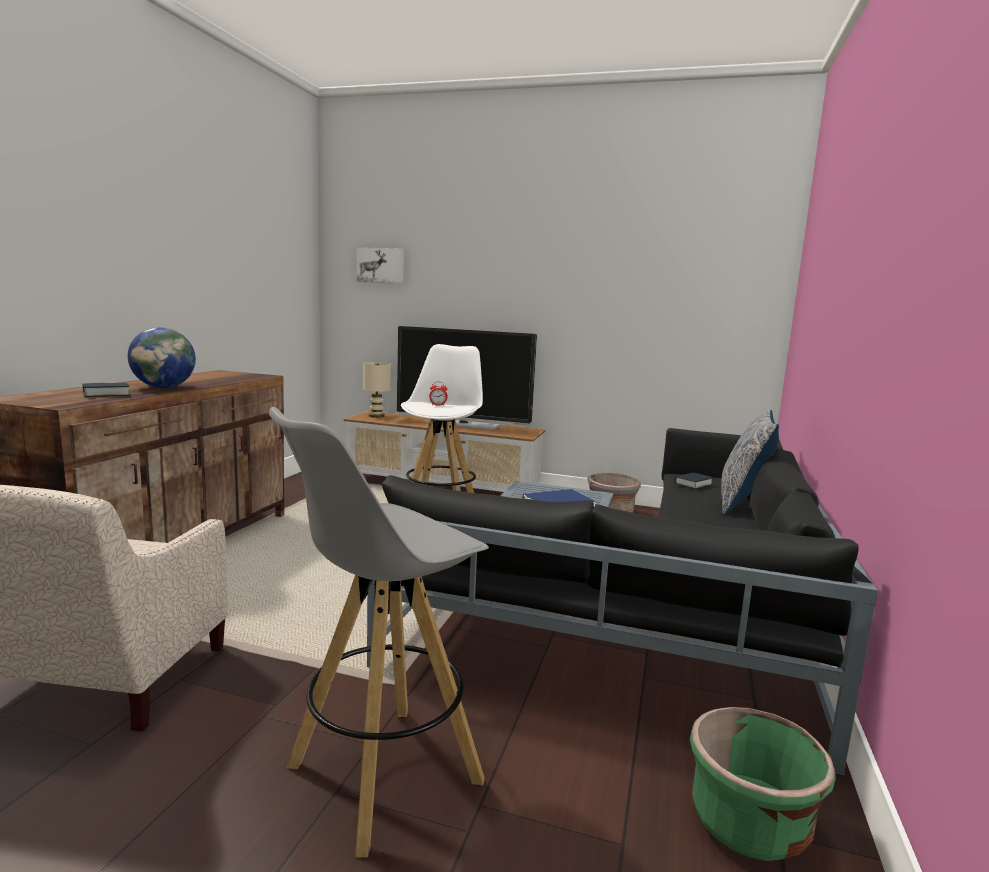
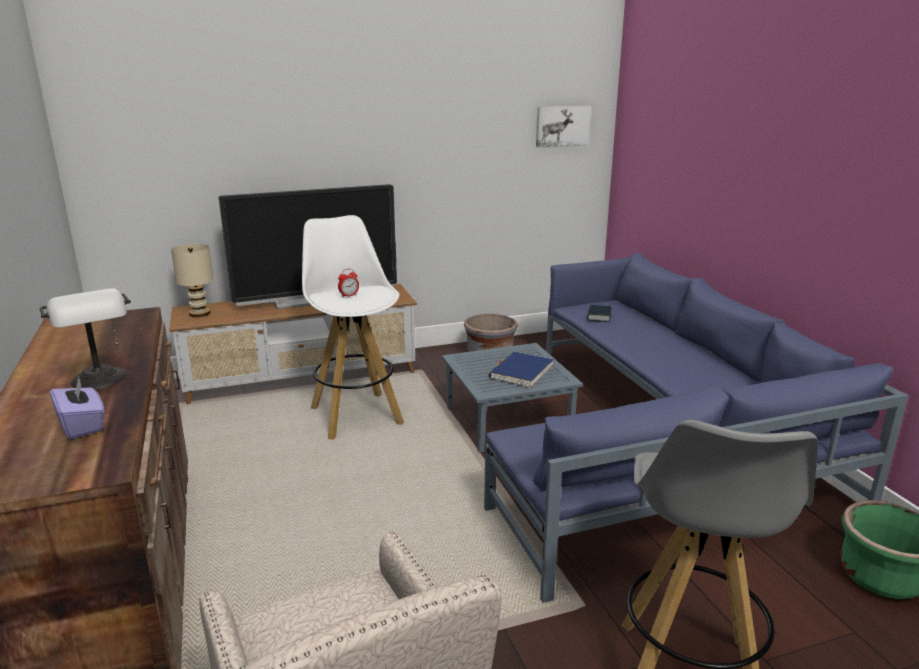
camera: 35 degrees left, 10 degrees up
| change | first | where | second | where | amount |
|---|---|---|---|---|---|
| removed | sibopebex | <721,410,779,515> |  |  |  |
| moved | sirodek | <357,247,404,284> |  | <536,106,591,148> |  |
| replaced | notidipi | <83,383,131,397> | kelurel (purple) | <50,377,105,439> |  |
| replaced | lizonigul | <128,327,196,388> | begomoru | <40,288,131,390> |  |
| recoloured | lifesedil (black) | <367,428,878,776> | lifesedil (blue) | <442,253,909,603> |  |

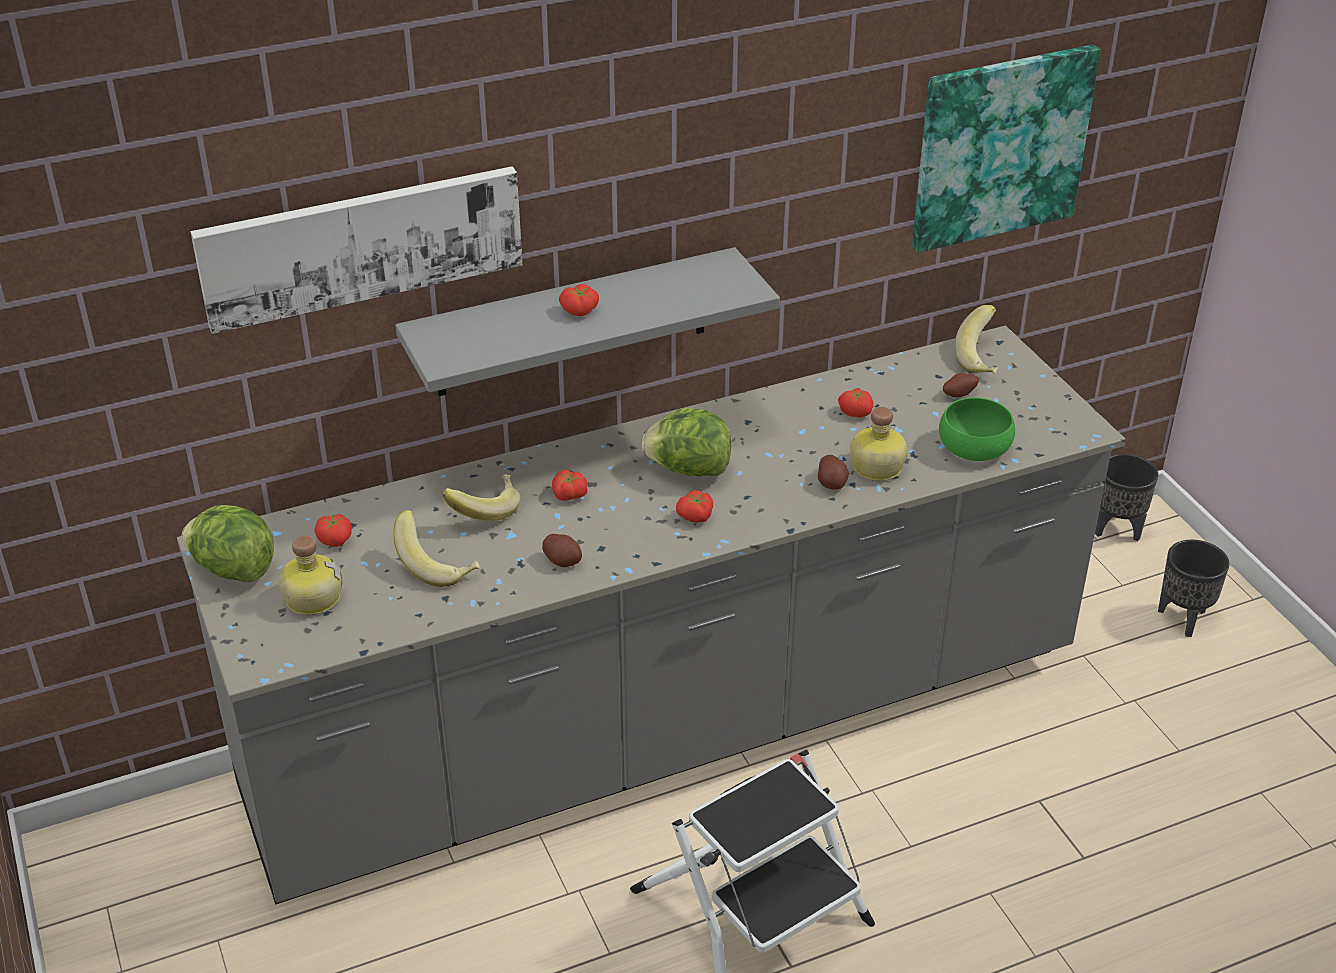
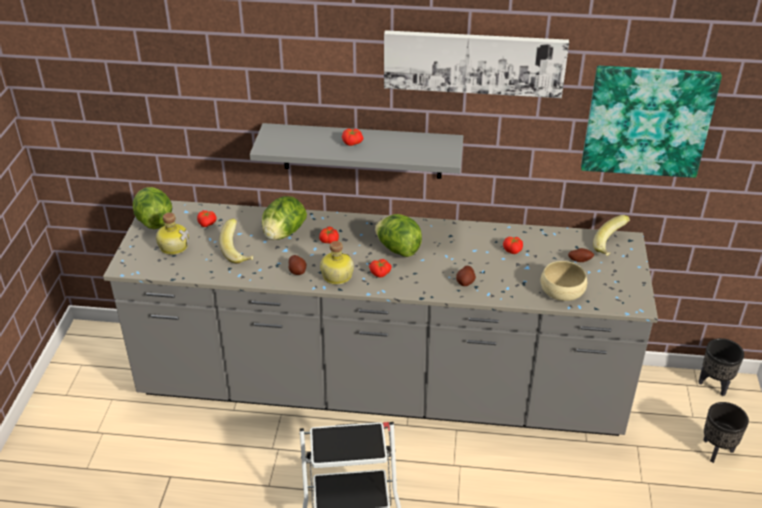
camera: 30 degrees right, 0 degrees up
| change | first | where | second | where | amount |
|---|---|---|---|---|---|
| moved | sirodek | <190,166,523,334> |  | <384,30,569,98> |  |
| moved | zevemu | <850,407,908,481> |  | <320,241,354,285> |  |
| replaced | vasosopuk | <443,474,520,521> | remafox | <262,196,307,240> |  |
| recoloured | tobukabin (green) | <939,397,1015,461> | tobukabin (beige) | <540,261,587,301> |  |

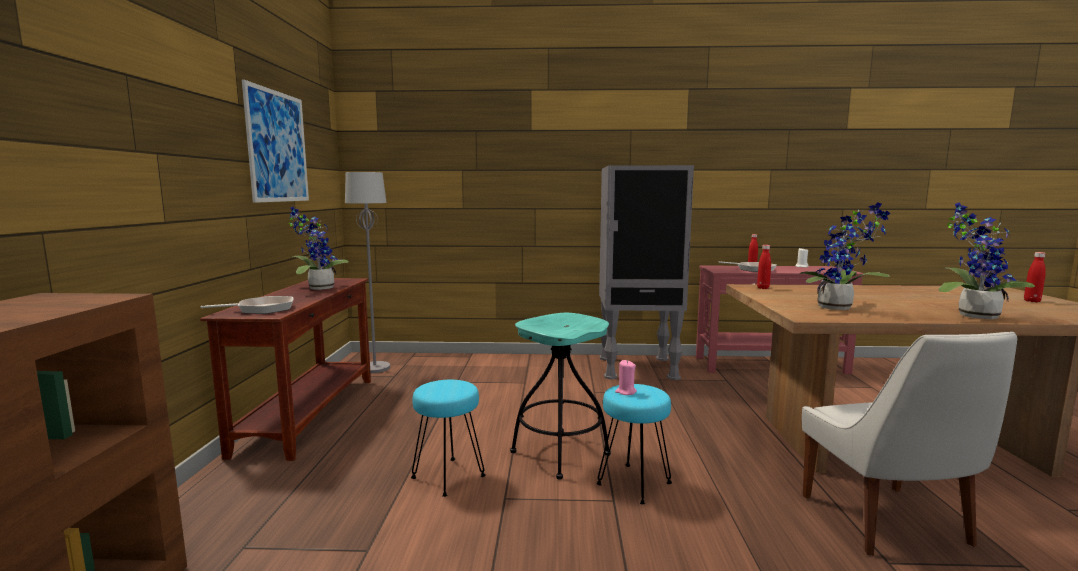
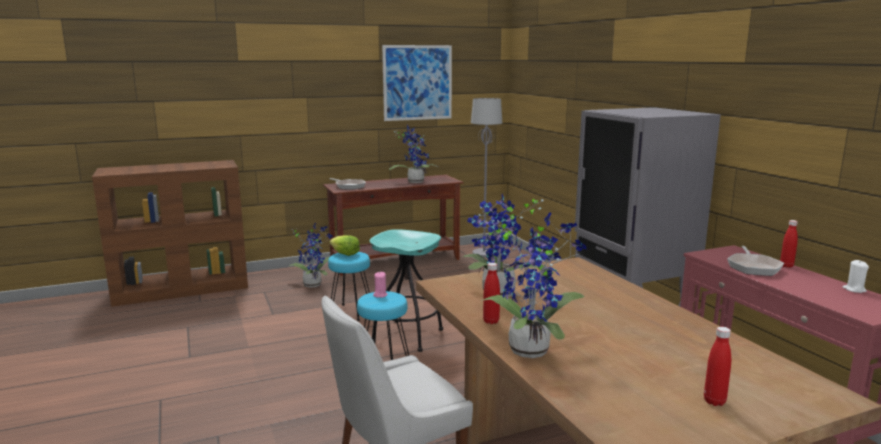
camera: 65 degrees right, 5 degrees up
| change | first | where | second | where | amount |
|---|---|---|---|---|---|
| added |  |  | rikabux | <289,223,333,287> |  |
| added |  |  | remafox | <330,235,360,256> |  |
| moved | zevemu (red) | <757,245,771,289> |  | <483,263,500,324> |  |

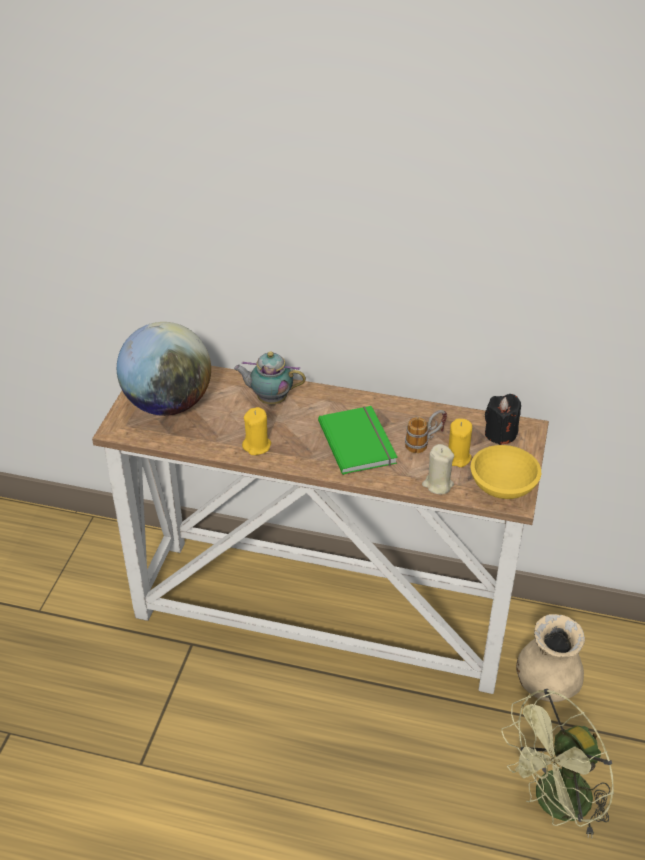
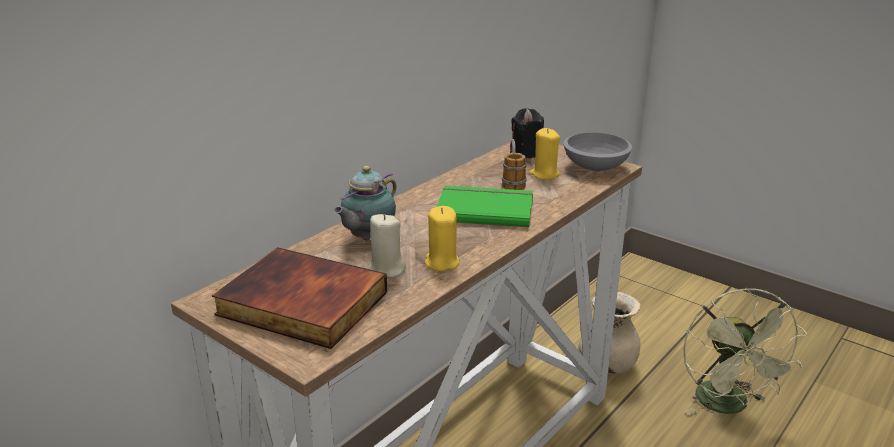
camera: 65 degrees left, 15 degrees down
| change | first | where | second | where | amount |
|---|---|---|---|---|---|
| moved | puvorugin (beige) | <422,444,454,494> |  | <368,214,406,278> |  |
| replaced | lizonigul | <117,322,211,416> | notidipi | <212,247,387,349> |  |
| recoloured | tobukabin (yellow) | <470,445,541,499> | tobukabin (grey) | <564,133,632,171> |  |

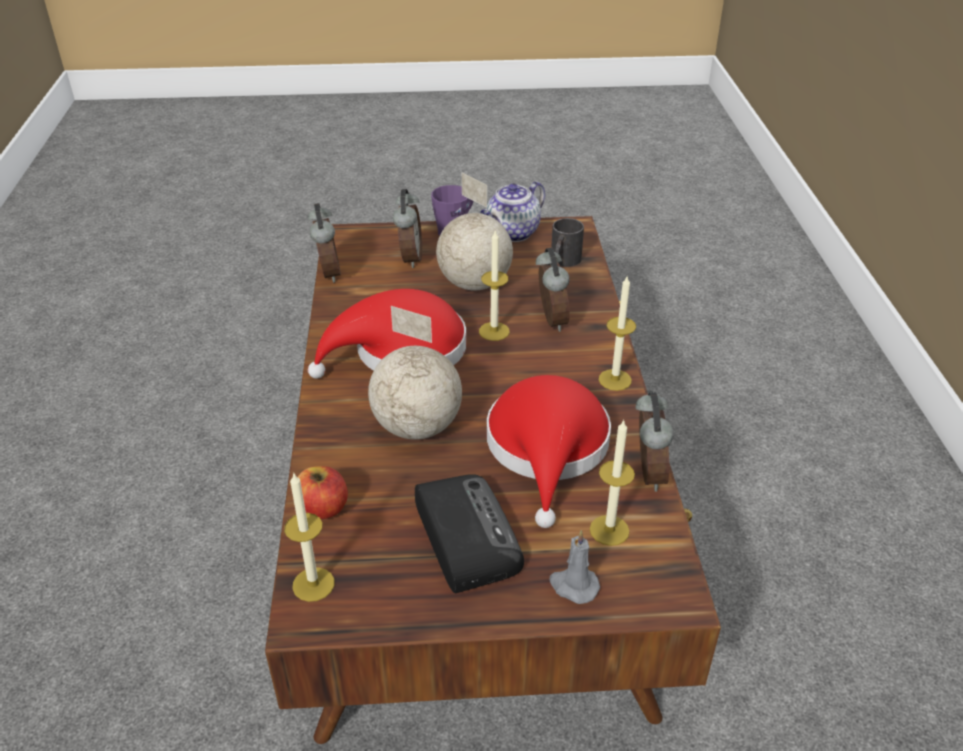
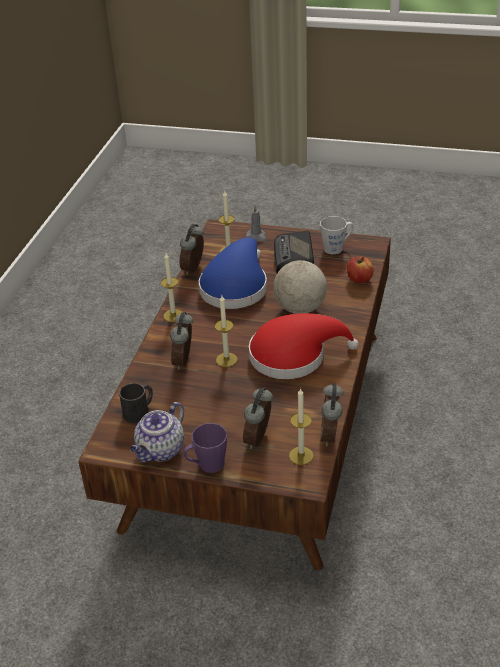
camera: 160 degrees left, 0 degrees up
| change | first | where | second | where | amount |
|---|---|---|---|---|---|
| removed | lizonigul | <436,173,513,290> |  |  |  |
| added |  |  | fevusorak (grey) | <320,216,354,254> |  |
| moved | puvorugin | <284,472,335,602> |  | <289,388,314,465> |  |
| recoloured | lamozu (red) | <487,375,611,528> | lamozu (blue) | <199,237,267,309> |  |
| turned | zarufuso | <480,181,545,242> |  | <130,402,184,462> | 150 degrees clockwise |

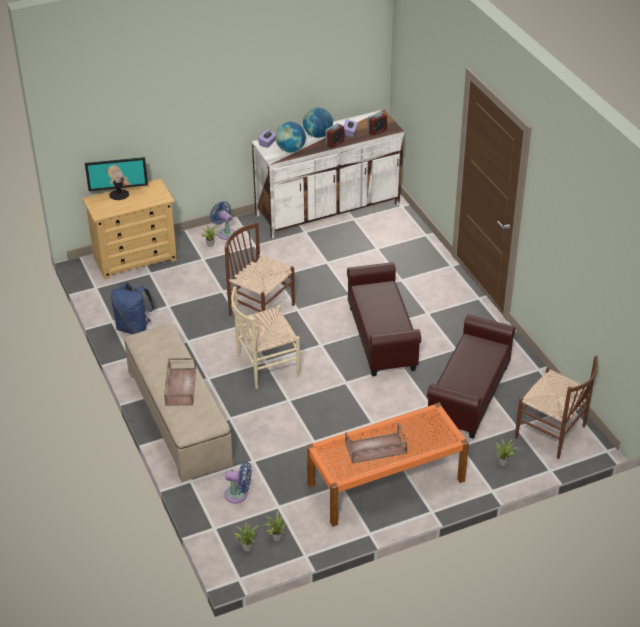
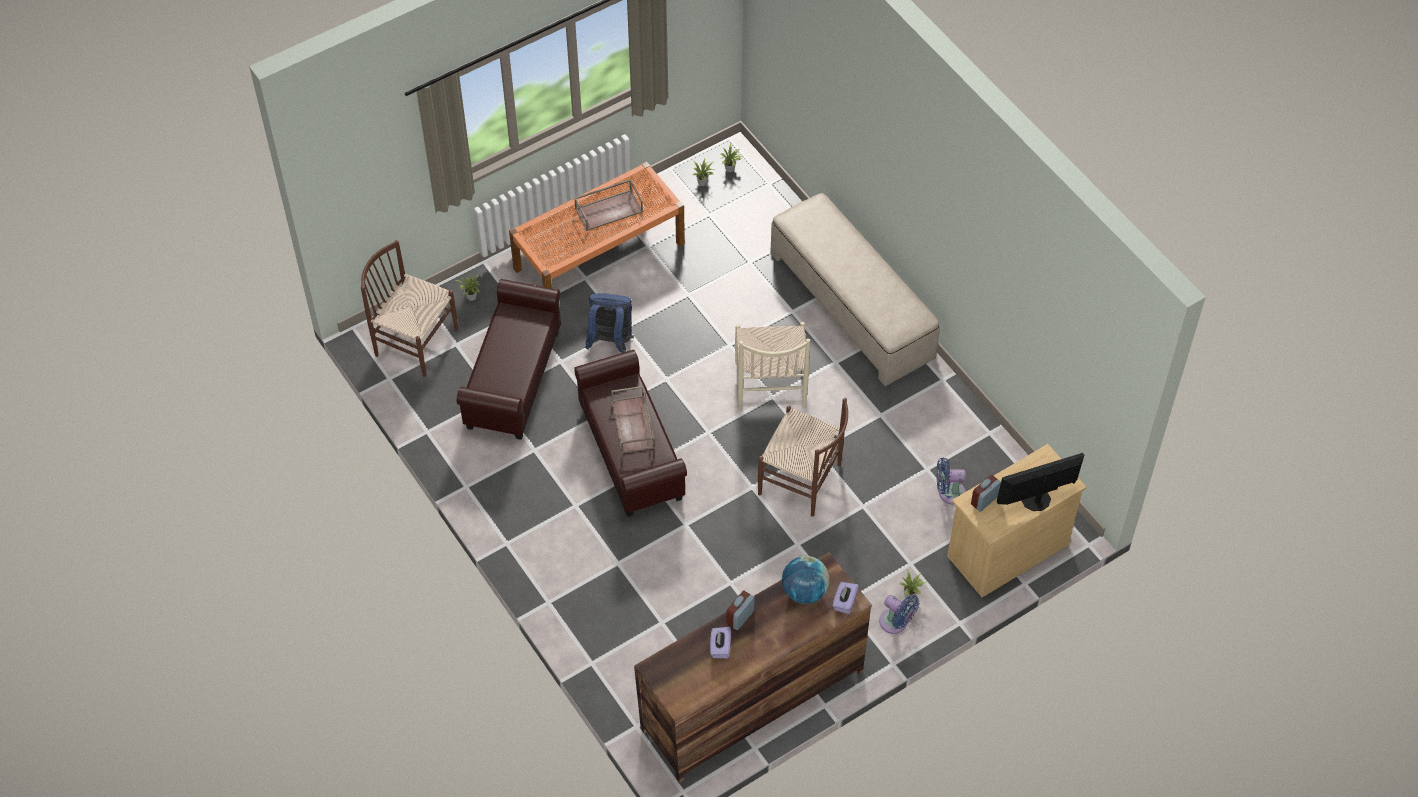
camera: 170 degrees right, 15 degrees up
| change | first | where | second | where | amount |
|---|---|---|---|---|---|
| removed | lizonigul | <303,107,333,138> |  |  |  |
| moved | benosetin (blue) | <111,283,155,334> |  | <585,293,634,353> |  |
| moved | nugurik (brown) | <164,358,196,406> |  | <611,386,655,454> |  |
| moved | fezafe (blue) | <224,462,252,503> |  | <937,457,966,505> |  |
| moved | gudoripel | <367,112,387,135> |  | <971,475,1001,512> |  |
| recoloured | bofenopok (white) | <252,110,404,239> | bofenopok (brown) | <634,552,872,783> |  |
| turned | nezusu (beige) | <231,286,300,389> |  | <735,322,810,411> | 120 degrees clockwise |

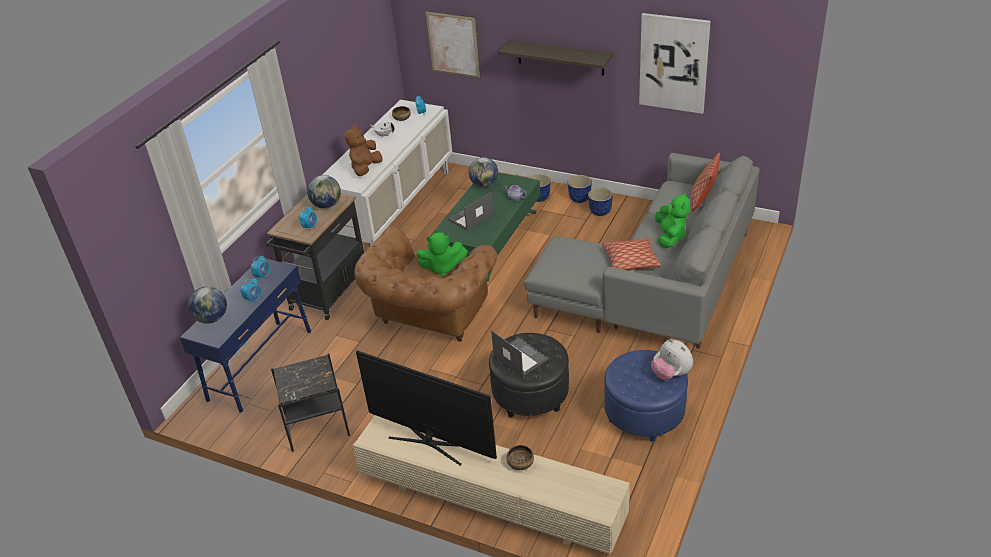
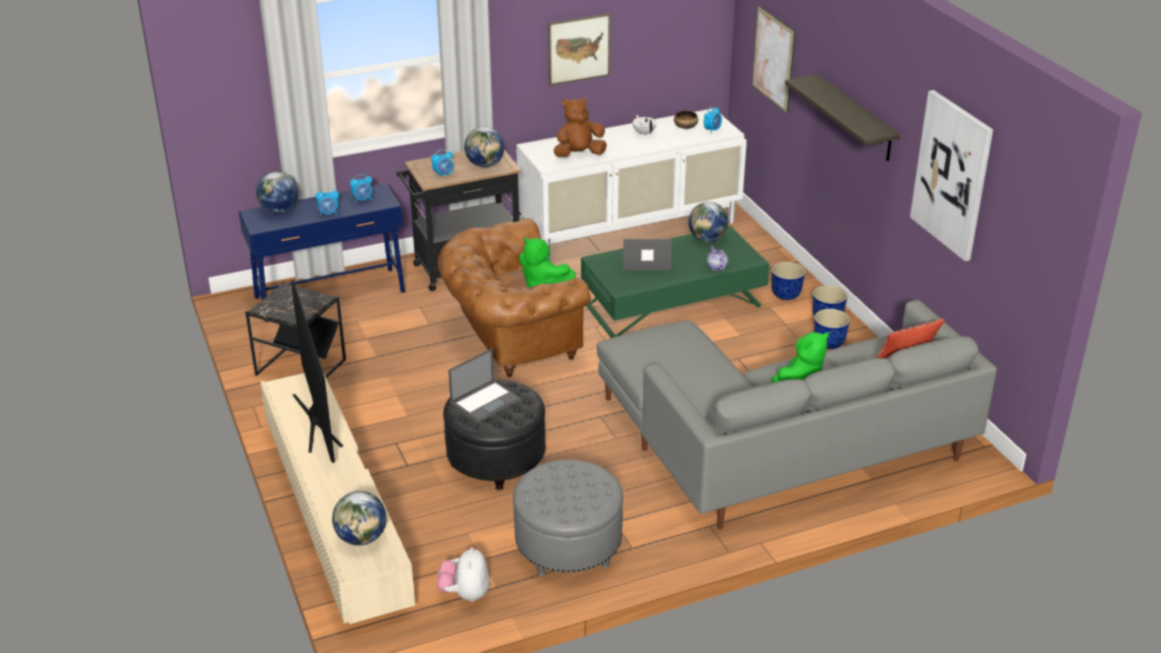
camera: 40 degrees right, 5 degrees down
| change | first | where | second | where | amount |
|---|---|---|---|---|---|
| removed | tobukabin | <507,445,534,470> |  |  |  |
| removed | sibopebex | <602,237,661,270> |  |  |  |
| added |  |  | lizonigul | <332,491,386,546> |  |
| added |  |  | sirodek | <548,13,610,86> |  |
| moved | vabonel | <651,339,693,380> |  | <437,547,490,601> |  |
| recoloured | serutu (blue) | <604,350,688,442> | serutu (grey) | <513,460,623,576> |  |
| turned | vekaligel | <491,331,548,377> |  | <448,349,521,423> | 45 degrees clockwise |

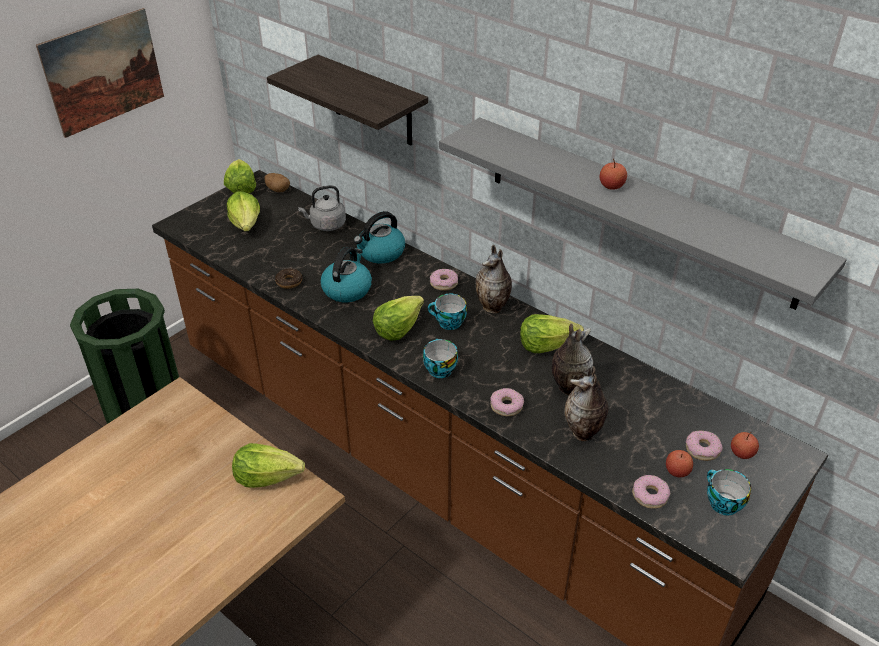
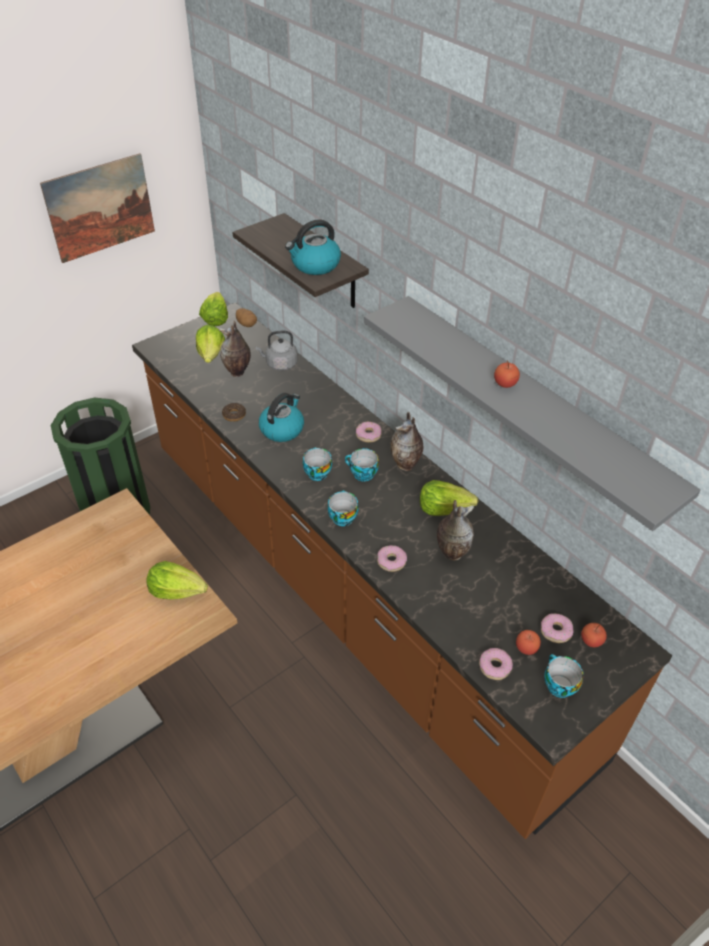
camera: 10 degrees right, 5 degrees up
| change | first | where | second | where | amount |
|---|---|---|---|---|---|
| moved | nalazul | <354,211,405,264> |  | <285,220,341,275> |  |
| moved | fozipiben | <564,366,608,441> |  | <219,321,251,377> |  |
| replaced | remafox | <373,296,424,341> | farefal | <303,447,332,481> |  |

